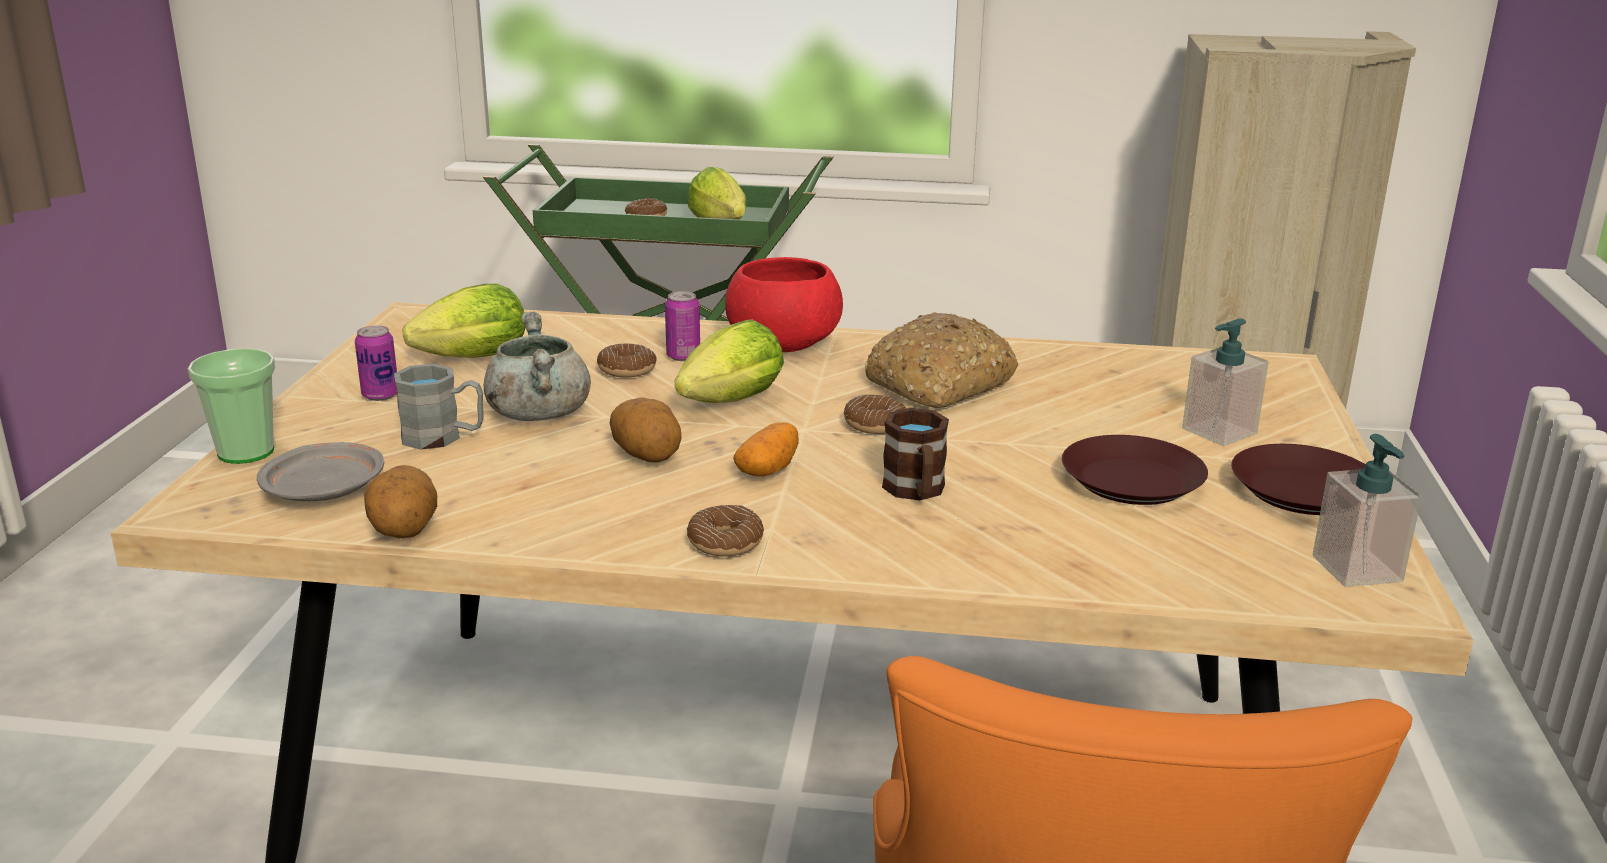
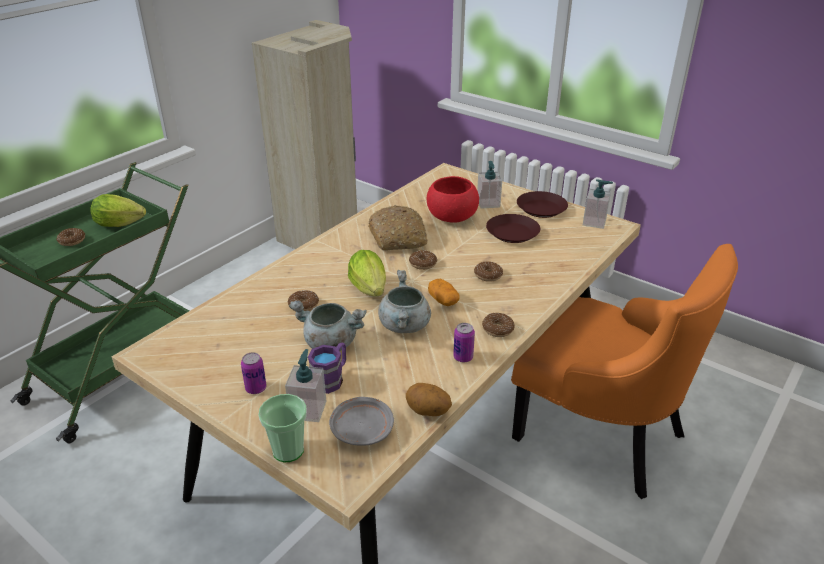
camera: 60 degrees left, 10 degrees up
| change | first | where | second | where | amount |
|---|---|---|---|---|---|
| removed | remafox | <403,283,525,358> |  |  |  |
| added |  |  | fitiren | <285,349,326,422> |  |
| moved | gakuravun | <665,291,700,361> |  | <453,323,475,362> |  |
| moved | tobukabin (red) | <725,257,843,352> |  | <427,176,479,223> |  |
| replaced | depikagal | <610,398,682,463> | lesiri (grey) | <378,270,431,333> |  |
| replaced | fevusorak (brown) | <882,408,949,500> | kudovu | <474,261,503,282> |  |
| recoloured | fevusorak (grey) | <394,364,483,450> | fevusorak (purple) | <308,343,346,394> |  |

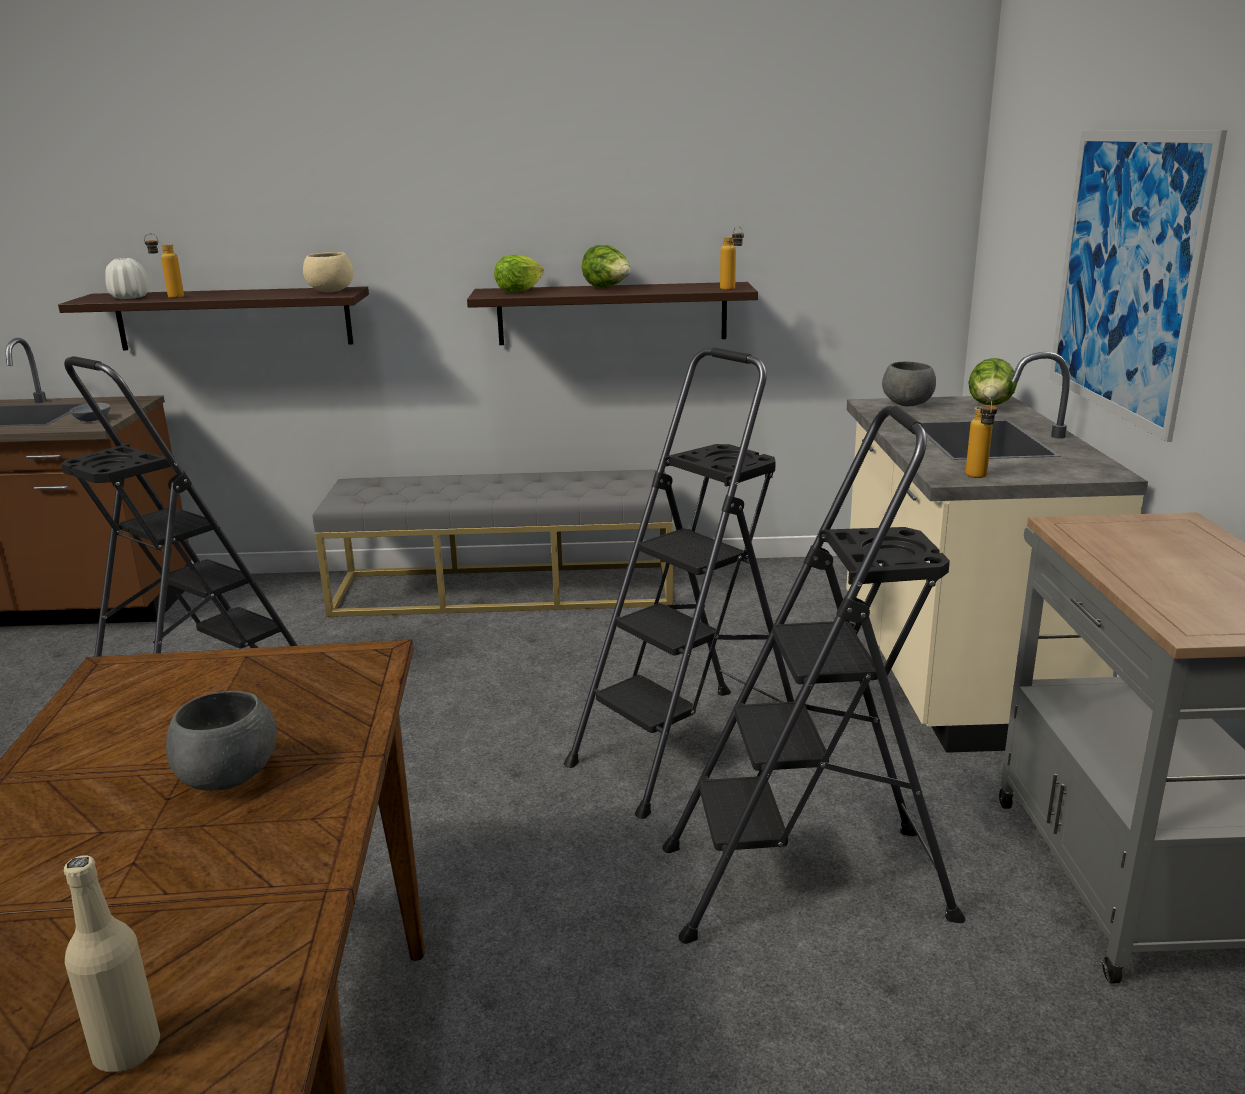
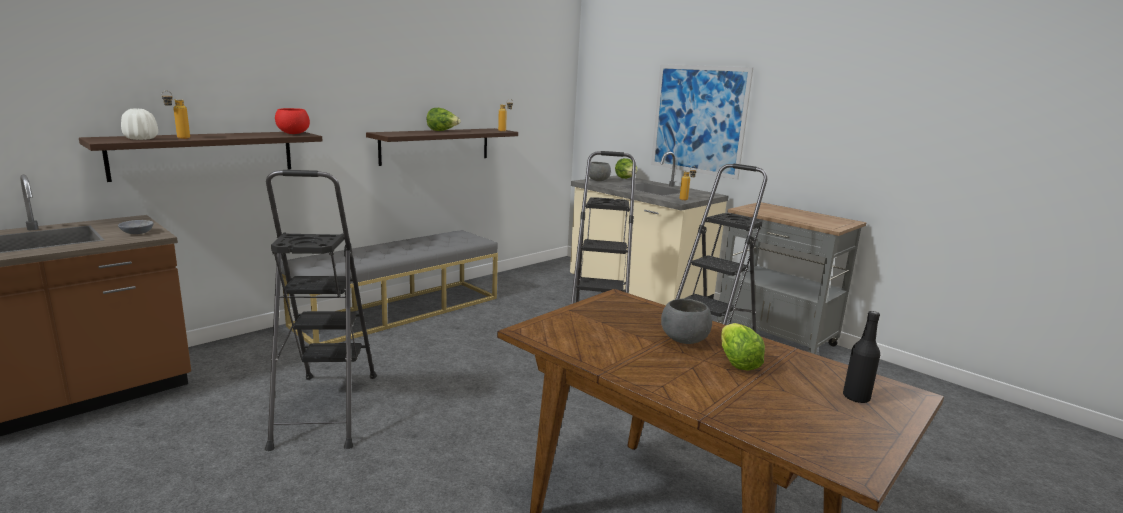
camera: 45 degrees left, 5 degrees down
| change | first | where | second | where | amount |
|---|---|---|---|---|---|
| moved | remafox | <494,255,544,293> |  | <721,323,765,371> |  |
| recoloured | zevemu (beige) | <64,856,160,1072> | zevemu (black) | <843,311,880,403> |  |
| recoloured | tobukabin (beige) | <303,252,354,292> | tobukabin (red) | <275,108,310,134> |  |

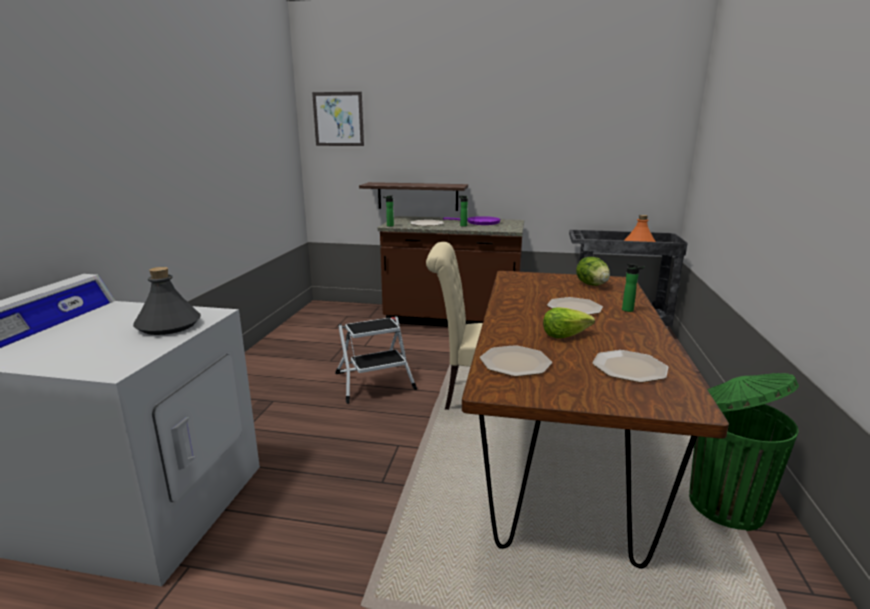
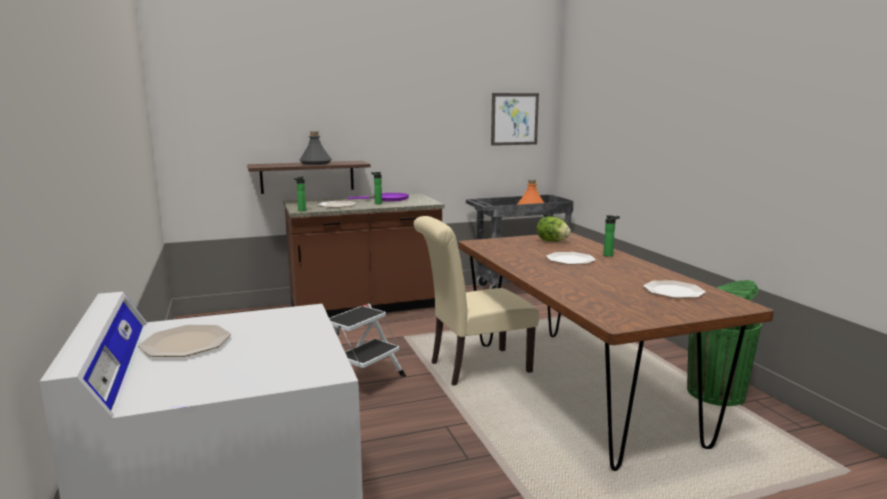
camera: 30 degrees left, 5 degrees down
| change | first | where | second | where | amount |
|---|---|---|---|---|---|
| removed | remafox | <543,307,595,338> |  |  |  |
| moved | zevemu (grey) | <133,267,201,335> |  | <300,131,332,165> |  |
| moved | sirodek | <312,92,364,146> |  | <491,93,539,146> |  |
| moved | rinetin | <480,345,552,377> |  | <138,325,231,357> |  |

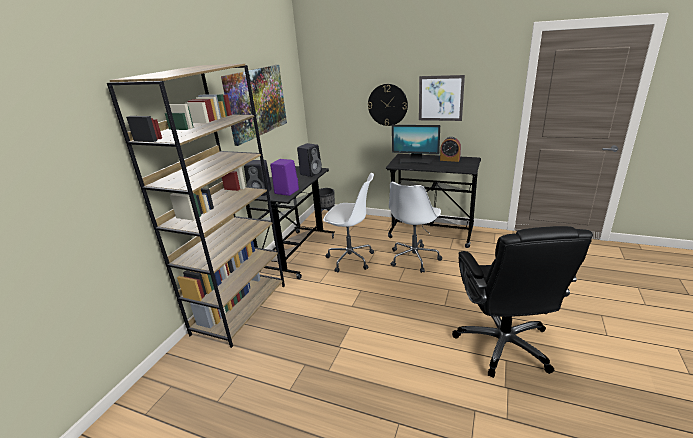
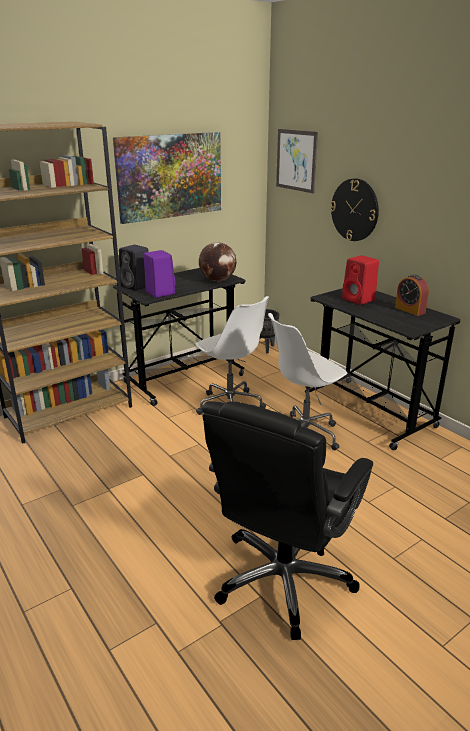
camera: 30 degrees right, 0 degrees up
| change | first | where | second | where | amount |
|---|---|---|---|---|---|
| moved | sirodek | <419,75,465,121> |  | <276,129,318,193> |  |
| replaced | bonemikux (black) | <297,143,322,177> | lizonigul | <199,242,236,281> |  |
| replaced | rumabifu | <392,125,440,165> | bonemikux (red) | <342,255,379,305> |  |

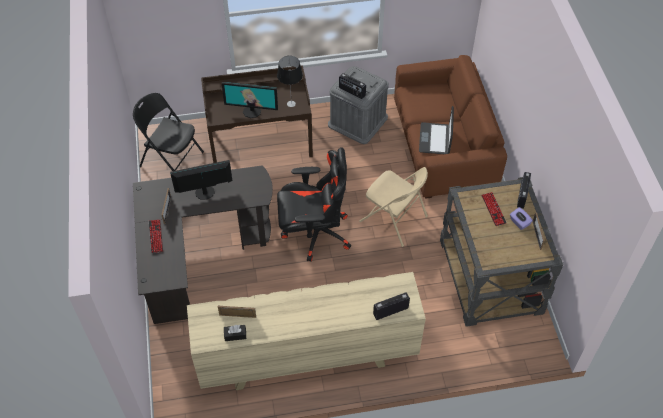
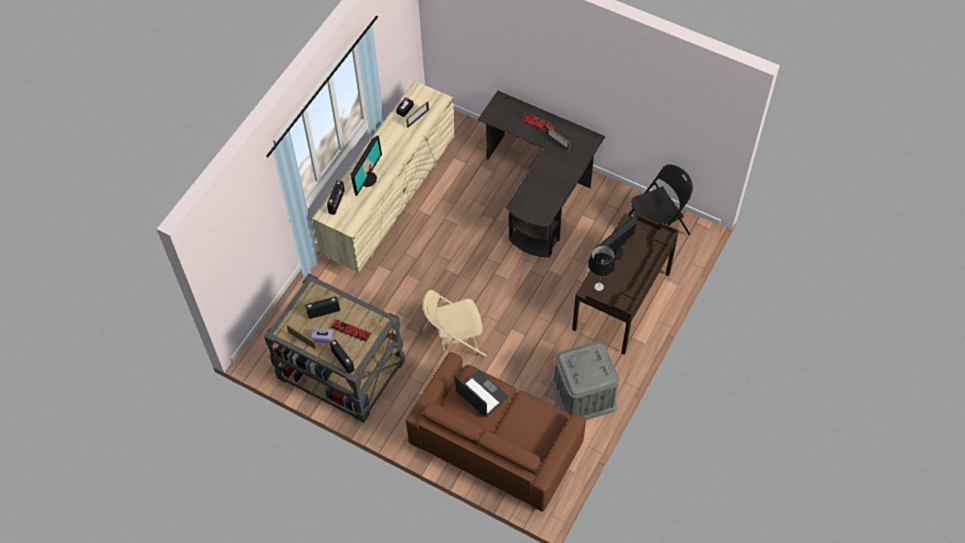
camera: 130 degrees right, 5 degrees up
| change | first | where | second | where | amount |
|---|---|---|---|---|---|
| removed | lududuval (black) | <277,148,351,262> |  |  |  |
| moved | rumabifu | <170,160,232,200> |  | <350,136,382,196> |  |
| moved | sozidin | <339,73,366,99> |  | <305,297,340,319> |  |

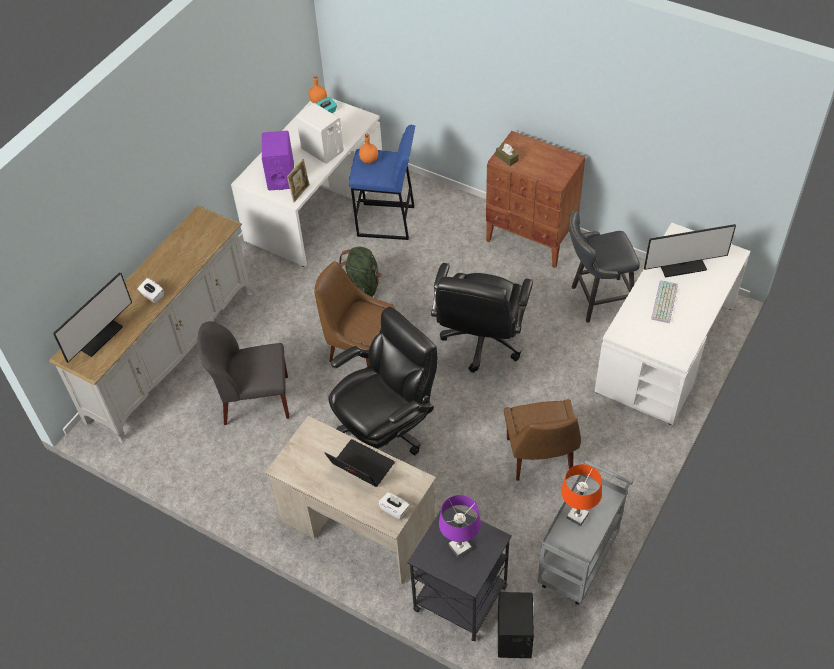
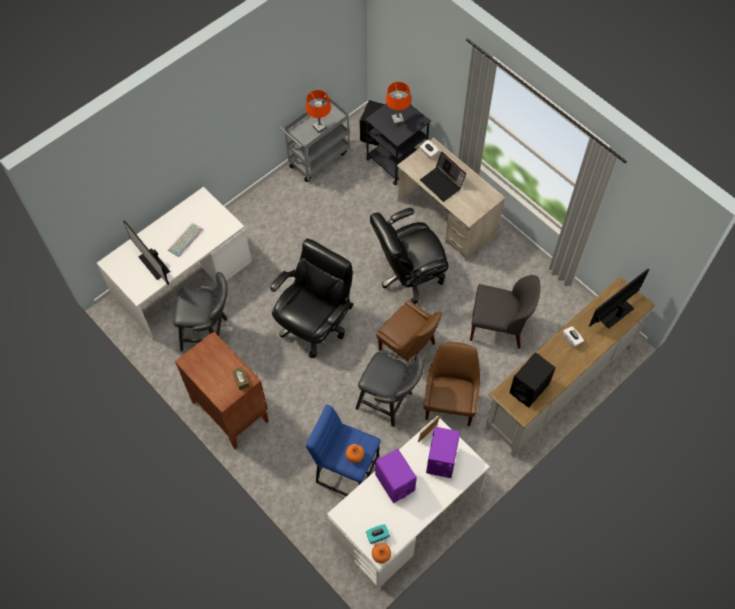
camera: 165 degrees left, 10 degrees up
| change | first | where | second | where | amount |
|---|---|---|---|---|---|
| added |  |  | bonemikux (black) | <509,353,555,407> |  |
| moved | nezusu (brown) | <504,399,581,481> |  | <423,342,480,426> |  |
| replaced | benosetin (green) | <338,247,382,297> | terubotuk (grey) | <355,352,424,427> |  |
| recoloured | bonemikux (white) | <296,103,344,164> | bonemikux (purple) | <375,448,417,503> |  |
| recoloured | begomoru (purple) | <439,495,481,558> | begomoru (orange) | <386,82,411,125> |  |
| turned | rumabifu | <644,224,736,278> |  | <123,220,170,285> | 135 degrees counterclockwise |

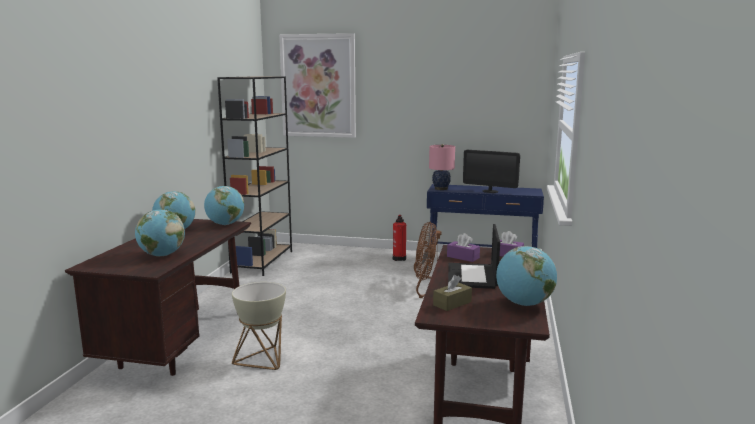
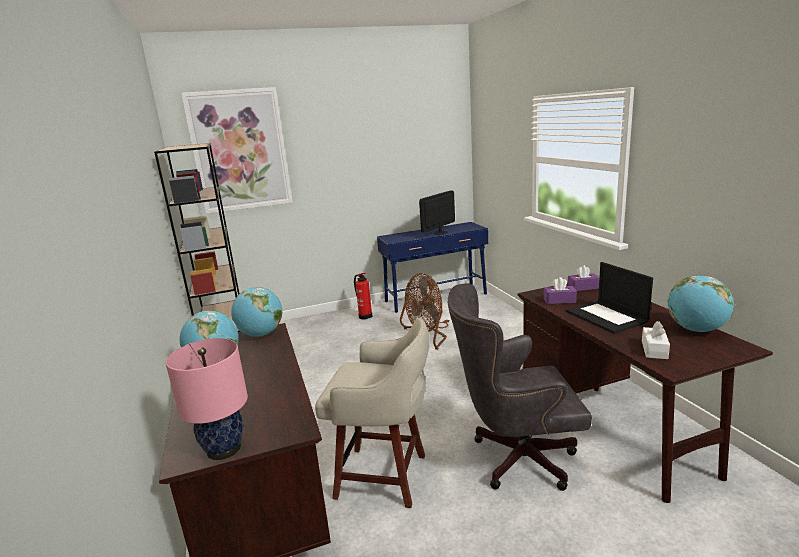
camera: 30 degrees left, 5 degrees up
| change | first | where | second | where | amount |
|---|---|---|---|---|---|
| removed | lizonigul | <135,209,185,256> |  |  |  |
| added |  |  | lududuval (grey) | <448,284,592,491> |  |
| moved | begomoru (pink) | <429,144,455,190> |  | <165,338,248,460> |  |
| replaced | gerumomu | <232,282,286,370> | terubotuk (beige) | <315,317,429,508> |  |
| recoloured | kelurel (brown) | <433,275,472,311> | kelurel (white) | <642,321,670,359> |  |
| turned | rumabifu | <463,150,520,193> |  | <419,191,455,235> | 135 degrees clockwise |

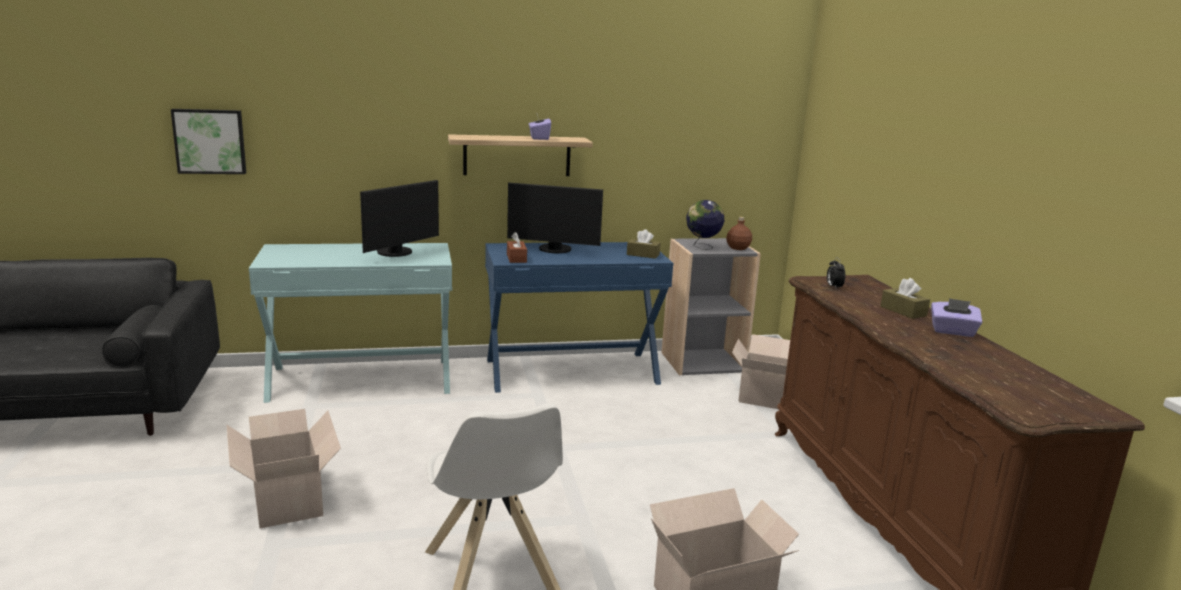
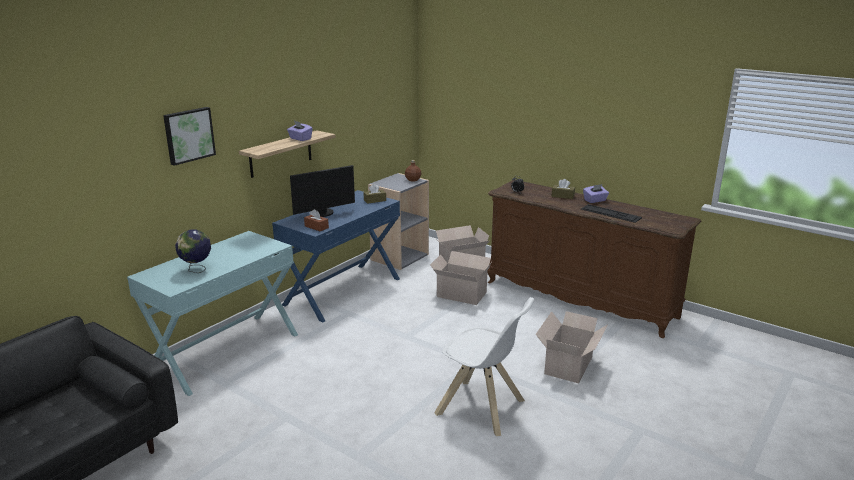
camera: 40 degrees left, 5 degrees up
| change | first | where | second | where | amount |
|---|---|---|---|---|---|
| removed | rumabifu | <360,180,439,257> |  |  |  |
| added |  |  | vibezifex | <581,204,642,223> |  |
| moved | sirodek | <171,109,246,174> |  | <163,107,216,166> |  |
| moved | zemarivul | <227,409,341,528> |  | <430,251,492,305> |  |
| moved | lizonigul | <686,200,724,250> |  | <175,229,211,273> |  |

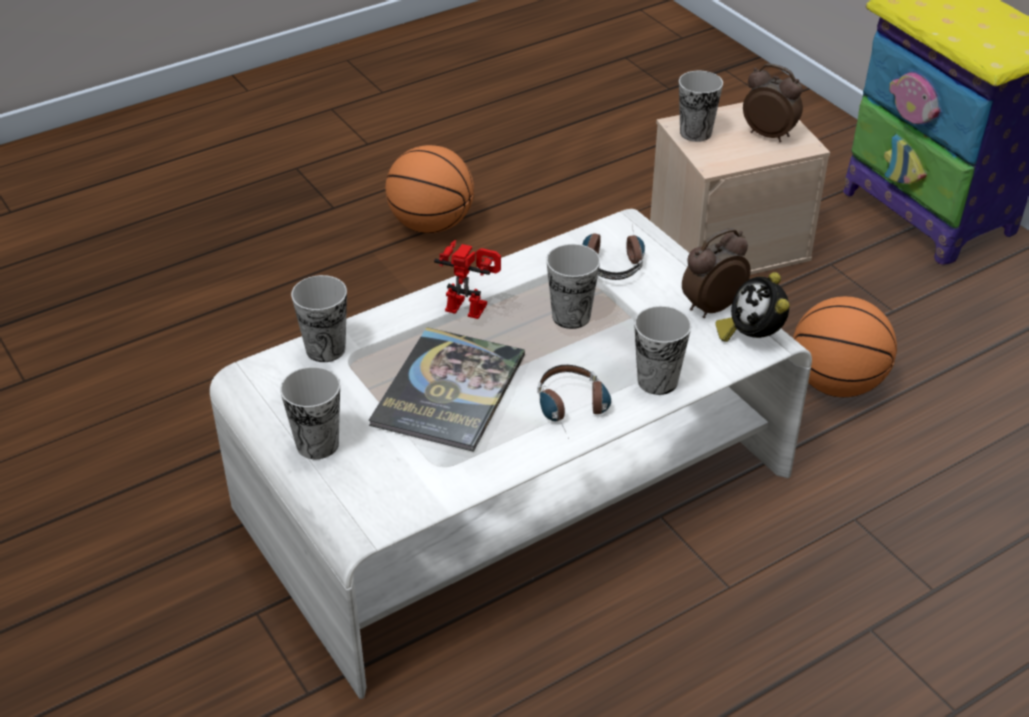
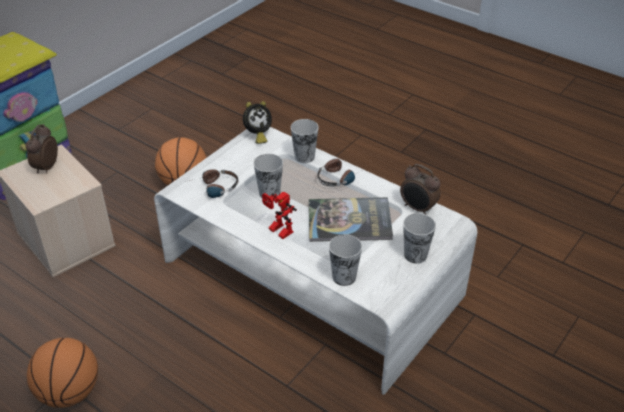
camera: 110 degrees left, 0 degrees up
| change | first | where | second | where | amount |
|---|---|---|---|---|---|
| removed | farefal | <679,71,723,142> |  |  |  |
| moved | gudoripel | <682,228,751,318> |  | <400,164,441,214> |  |
| turned | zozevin | <434,240,501,319> |  | <262,192,297,239> | 45 degrees counterclockwise |

